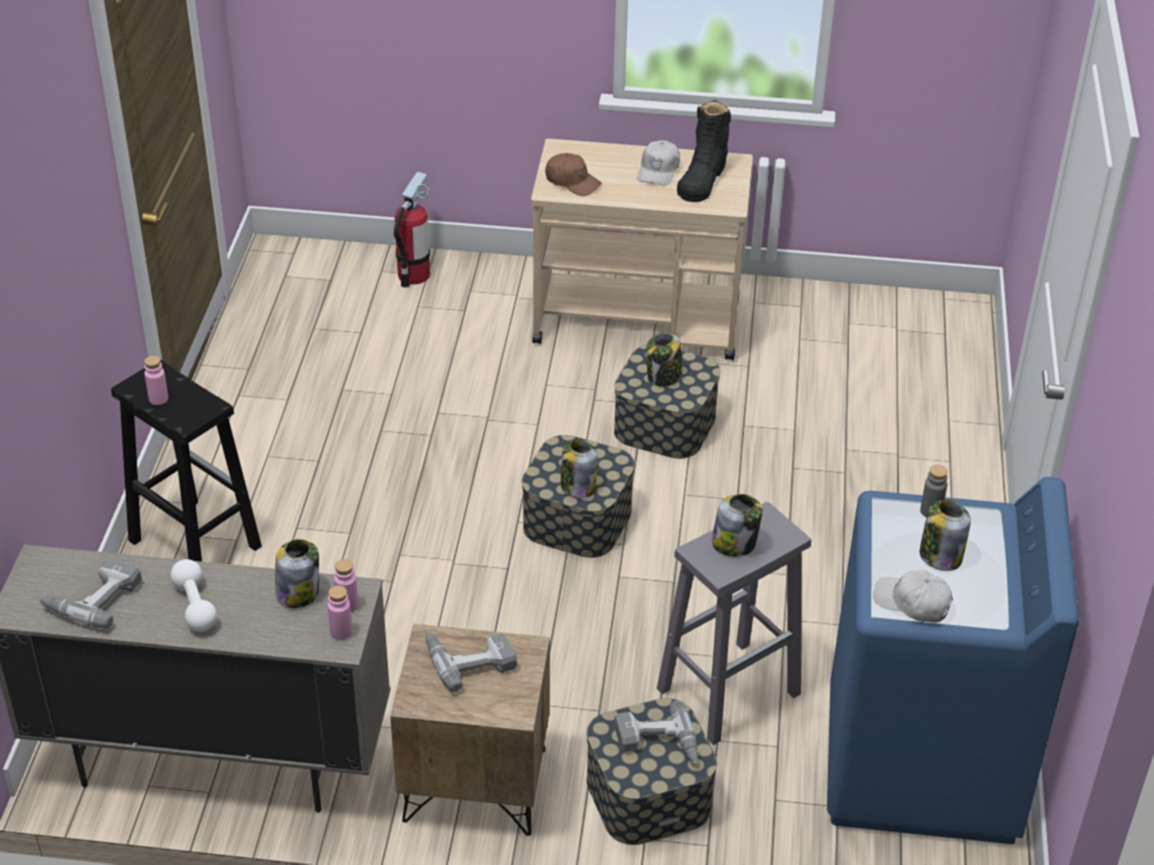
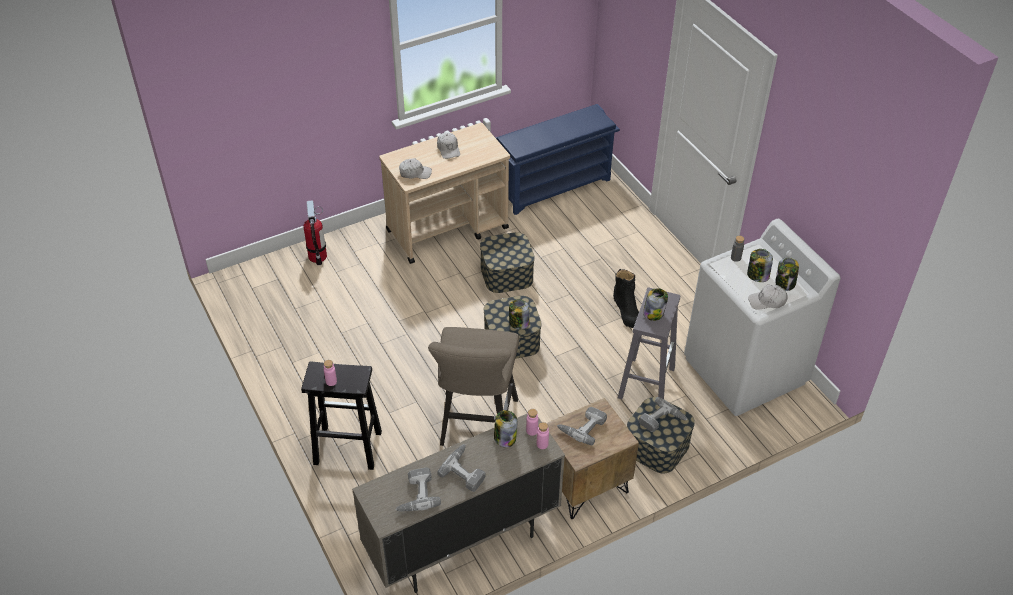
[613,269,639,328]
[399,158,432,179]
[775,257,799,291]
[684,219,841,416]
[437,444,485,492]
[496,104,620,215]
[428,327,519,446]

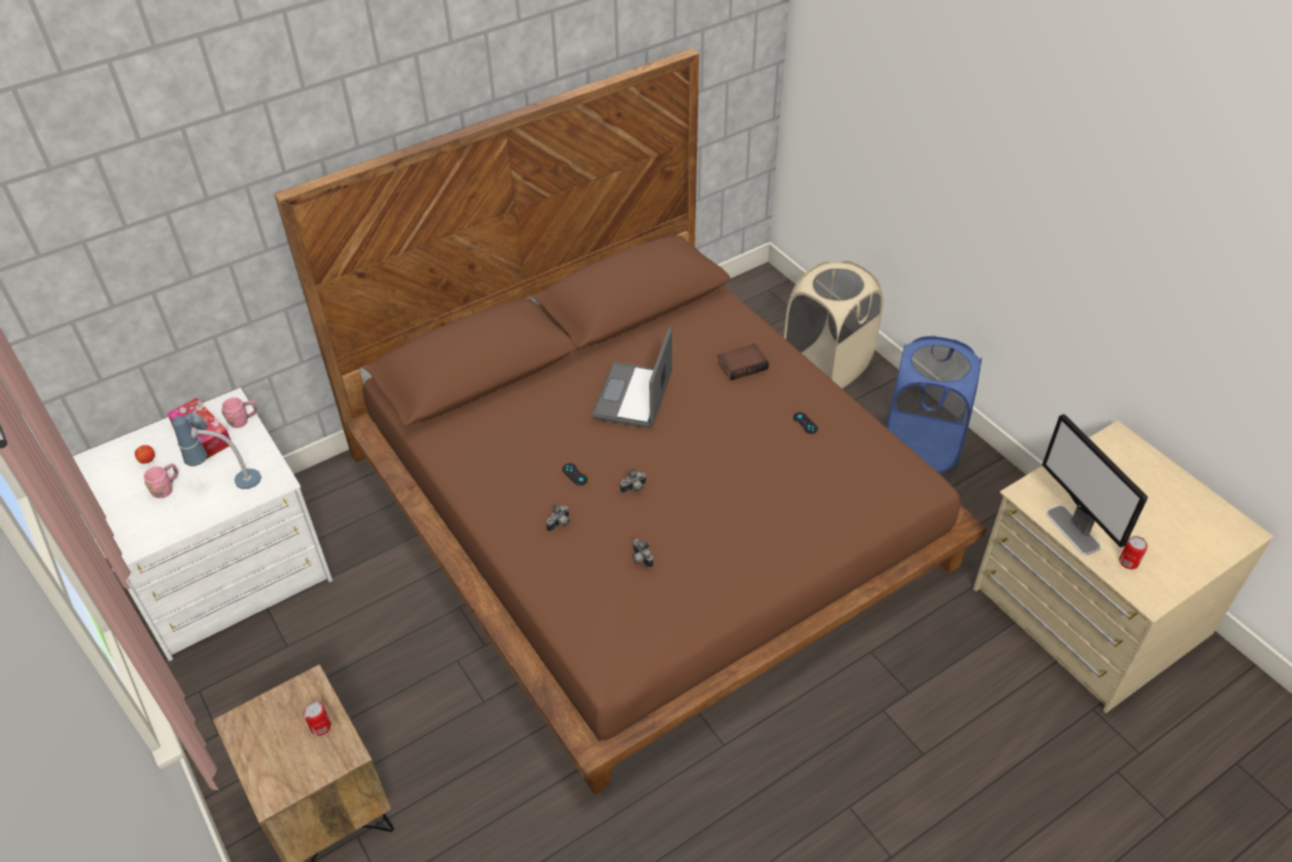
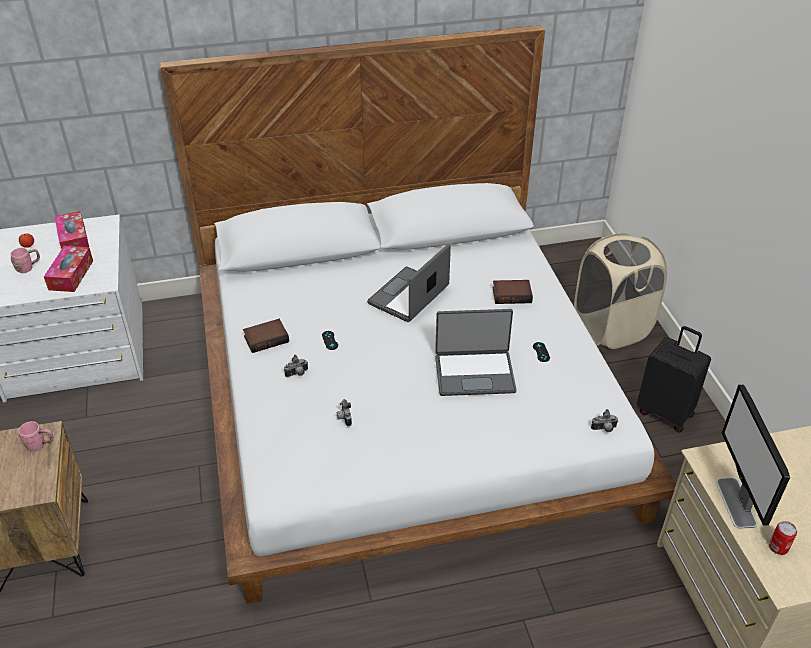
[160,25,676,604]
[637,326,711,433]
[19,421,54,451]
[44,246,93,292]
[591,409,618,432]
[303,701,331,736] (first image)
[435,309,517,396]
[243,319,289,353]

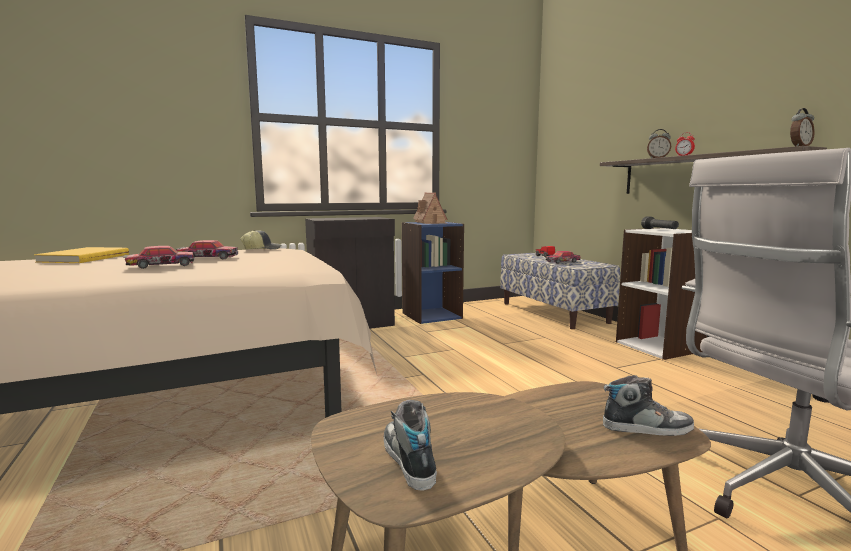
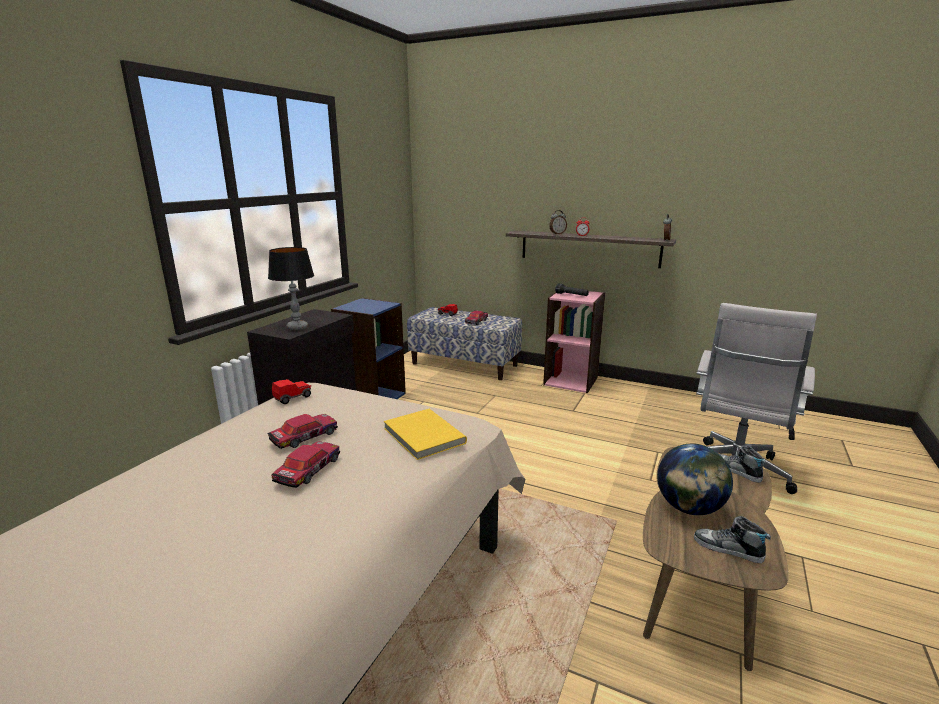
[413,192,448,224] (first image)
[543,291,605,393]
[272,379,311,404]
[384,409,467,460]
[720,445,766,483]
[268,247,314,330]
[657,443,733,515]

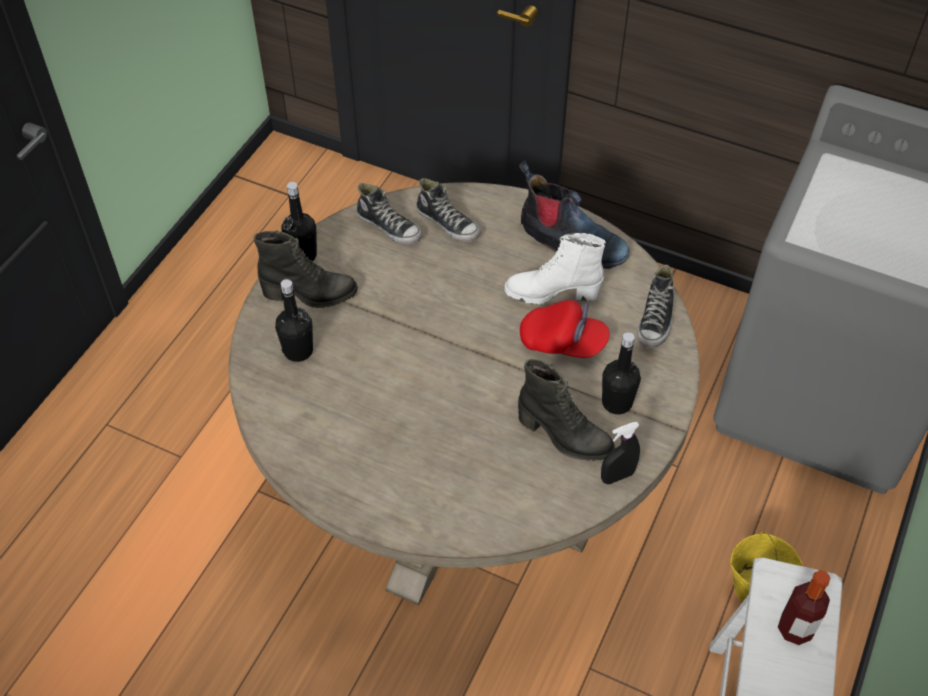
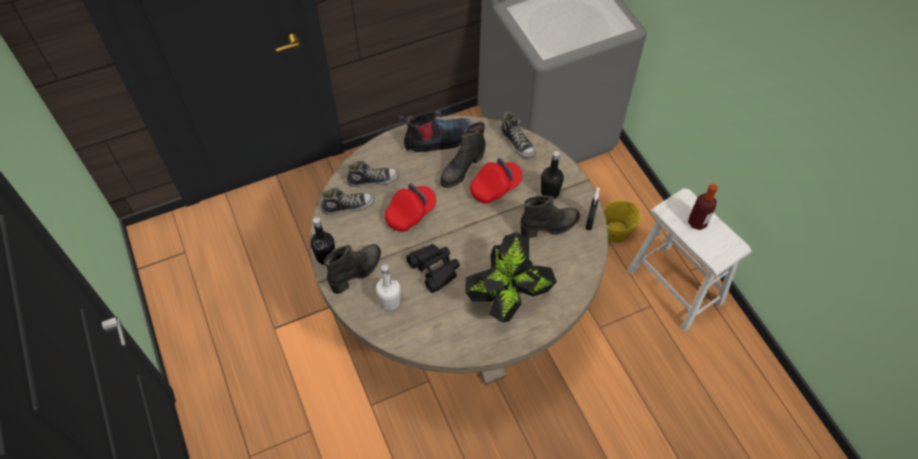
[440,121,486,188]
[376,264,401,311]
[385,183,436,232]
[465,232,557,323]
[406,244,460,293]

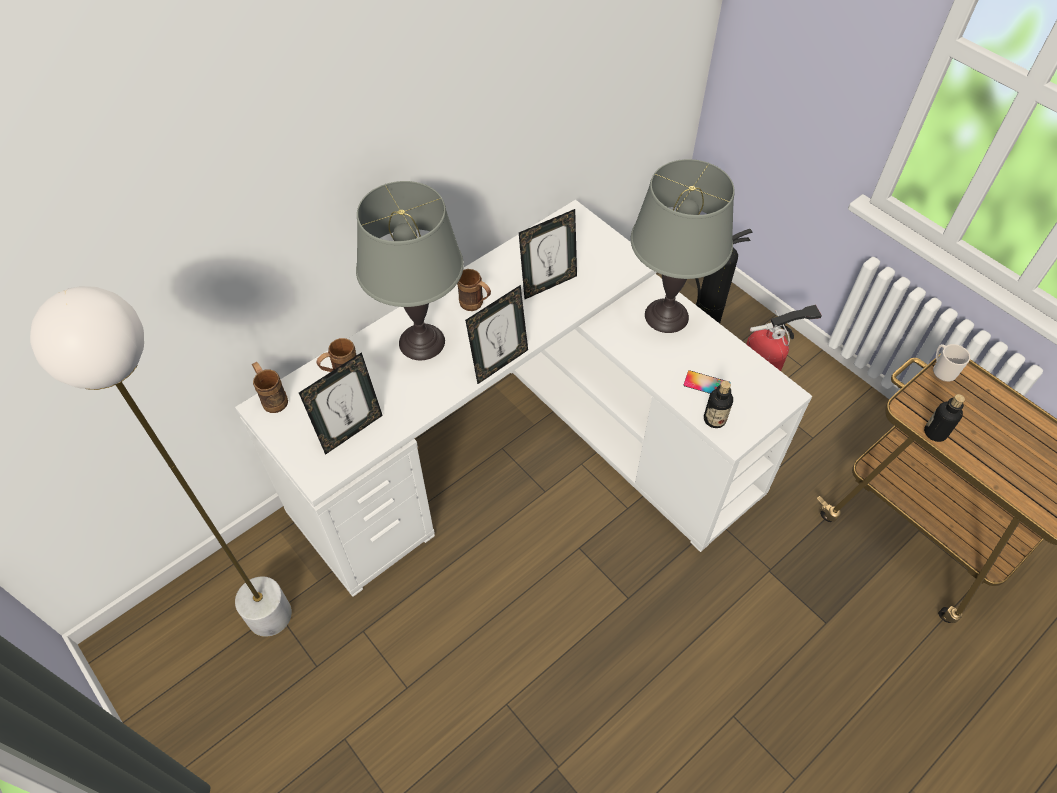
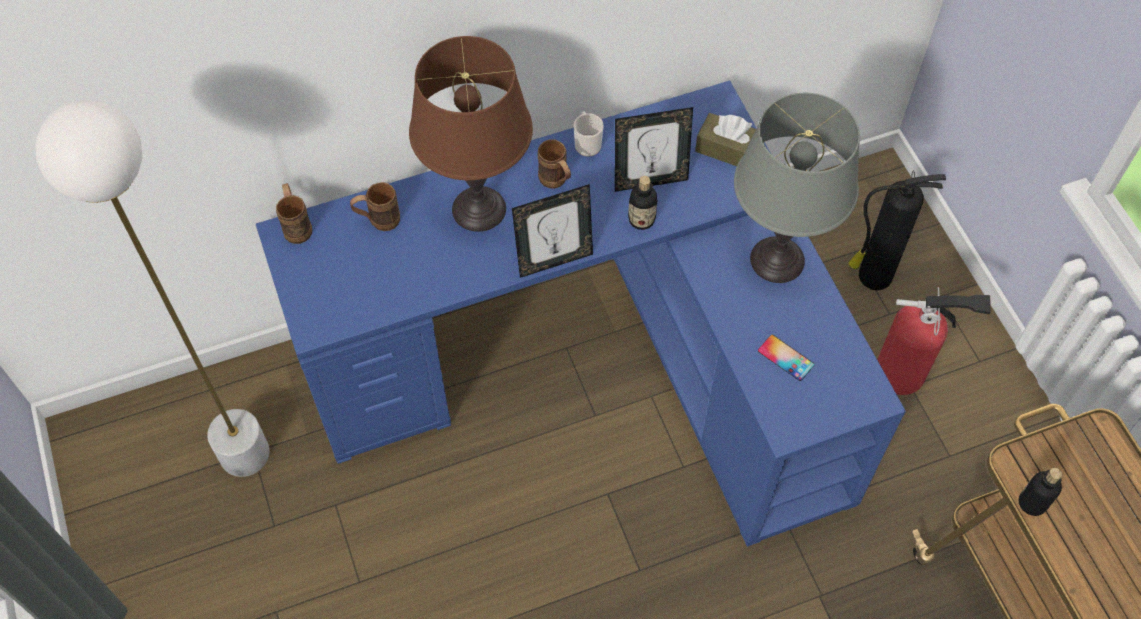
[409,36,533,232]
[256,81,906,547]
[574,111,604,157]
[299,352,383,455] (first image)
[628,176,658,230]
[695,113,764,166]

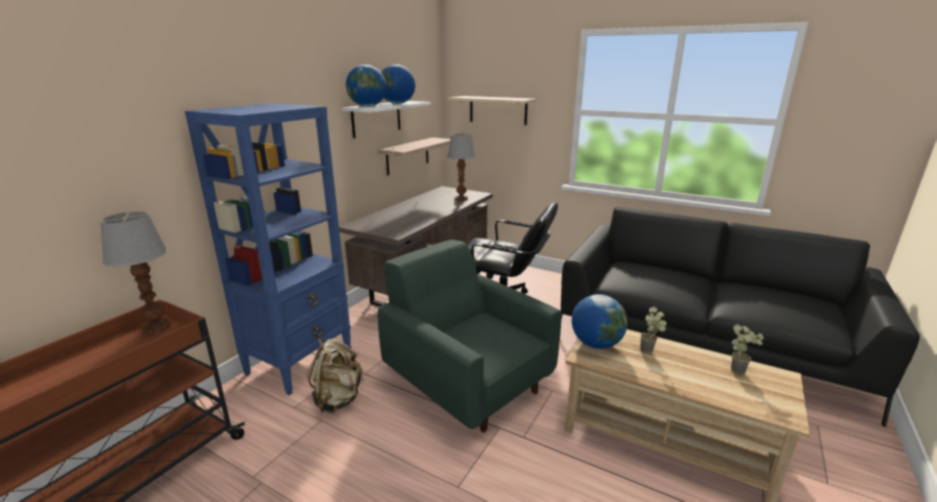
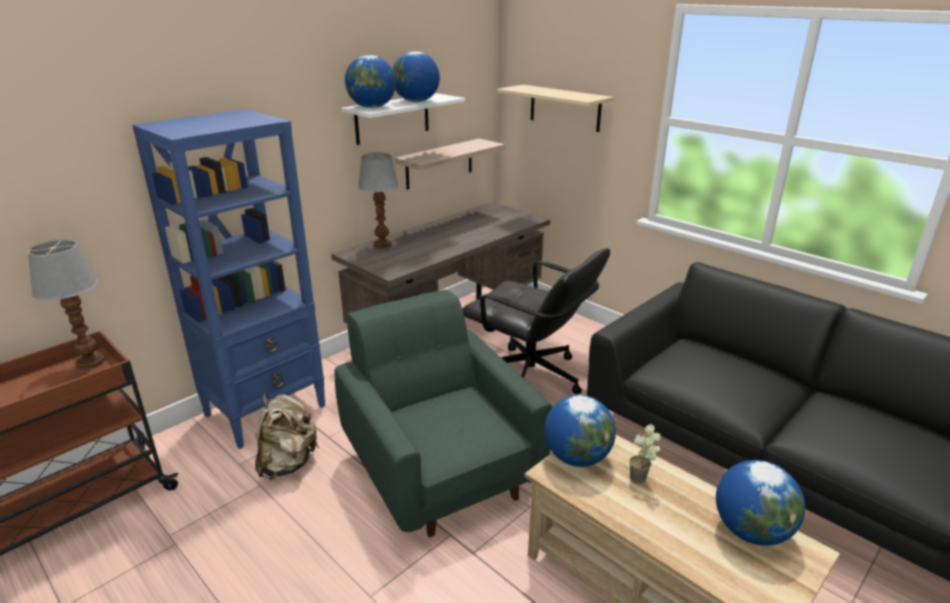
[358,153,399,248]
[716,460,805,546]

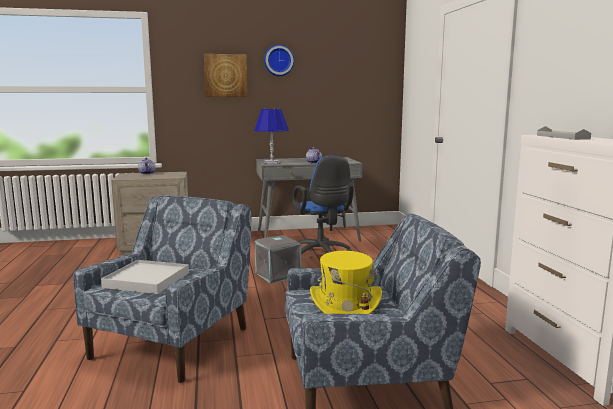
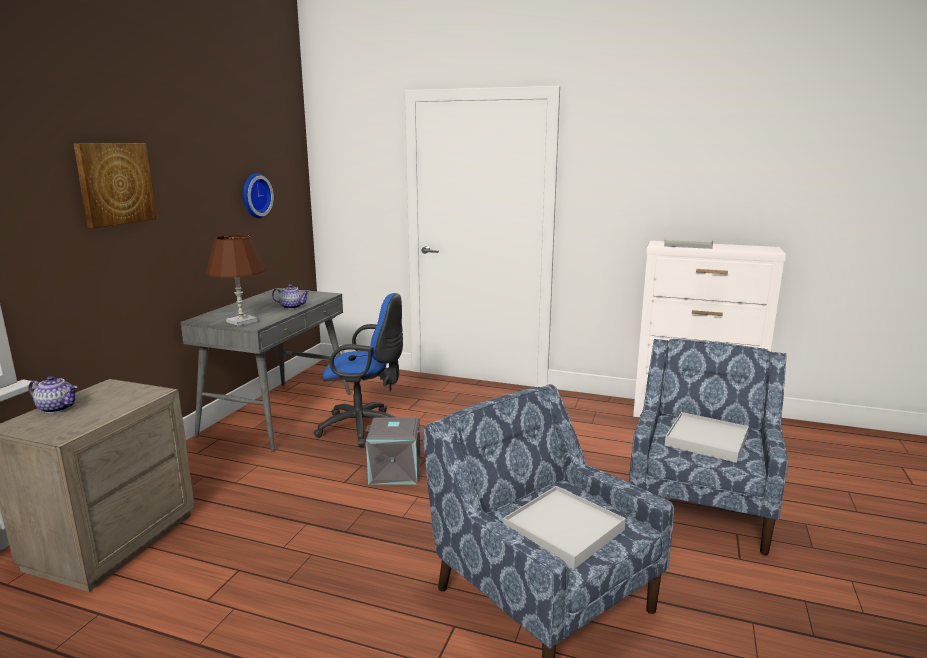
[243,173,274,218]
[206,235,266,326]
[665,412,749,463]

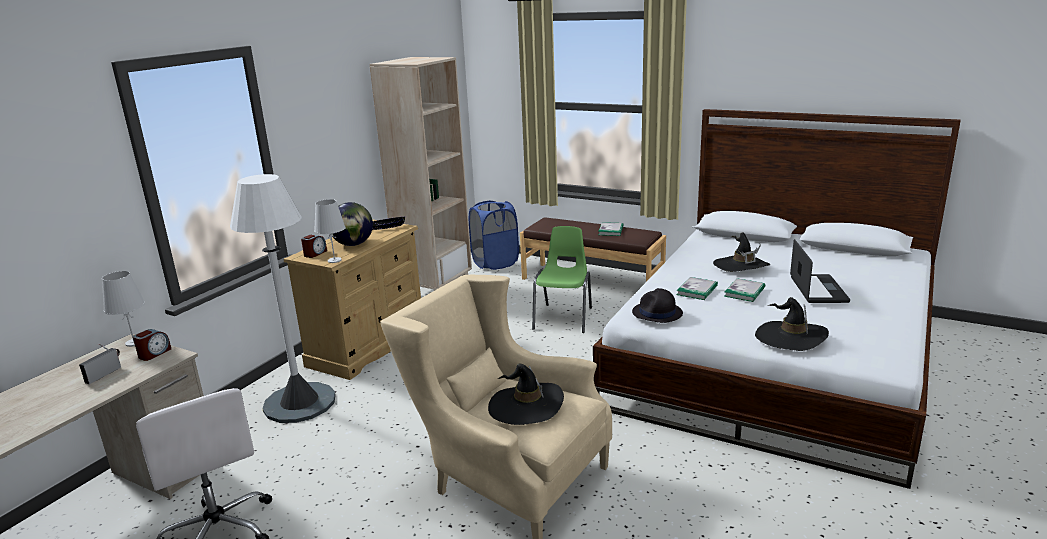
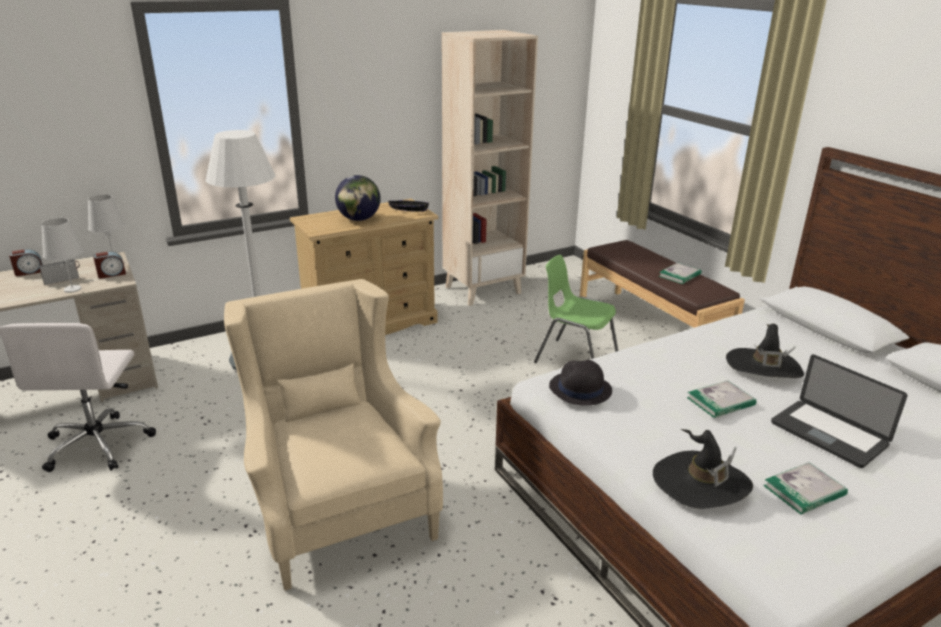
[41,218,83,293]
[469,200,519,270] (first image)
[534,255,618,363]
[9,249,43,276]
[771,354,907,468]
[763,462,848,515]
[488,364,564,425] (first image)

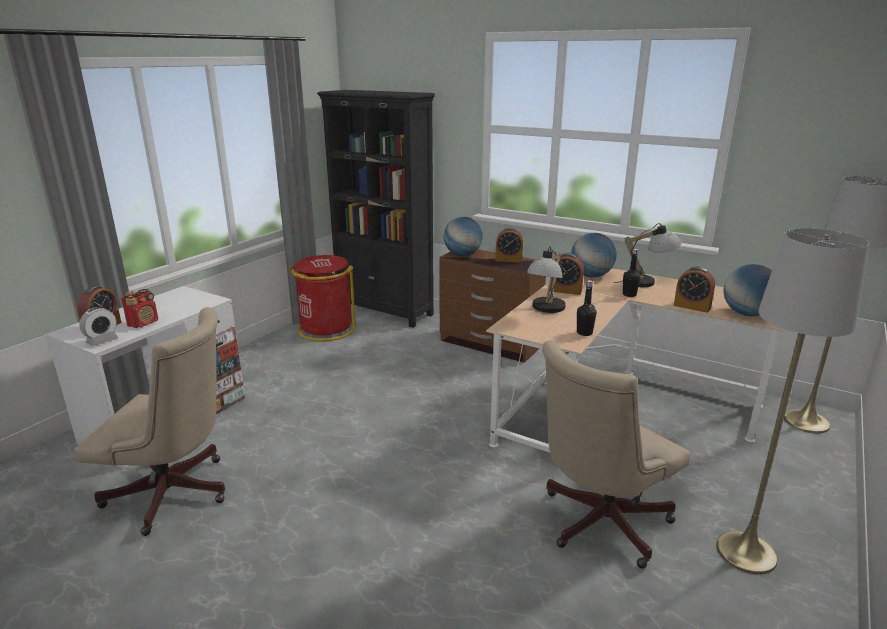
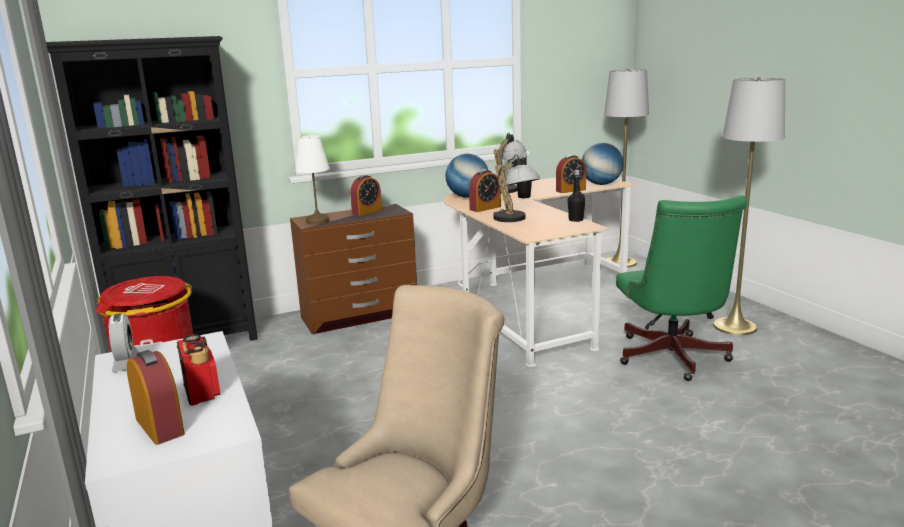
[295,135,330,225]
[109,313,139,372]
[616,195,747,381]

